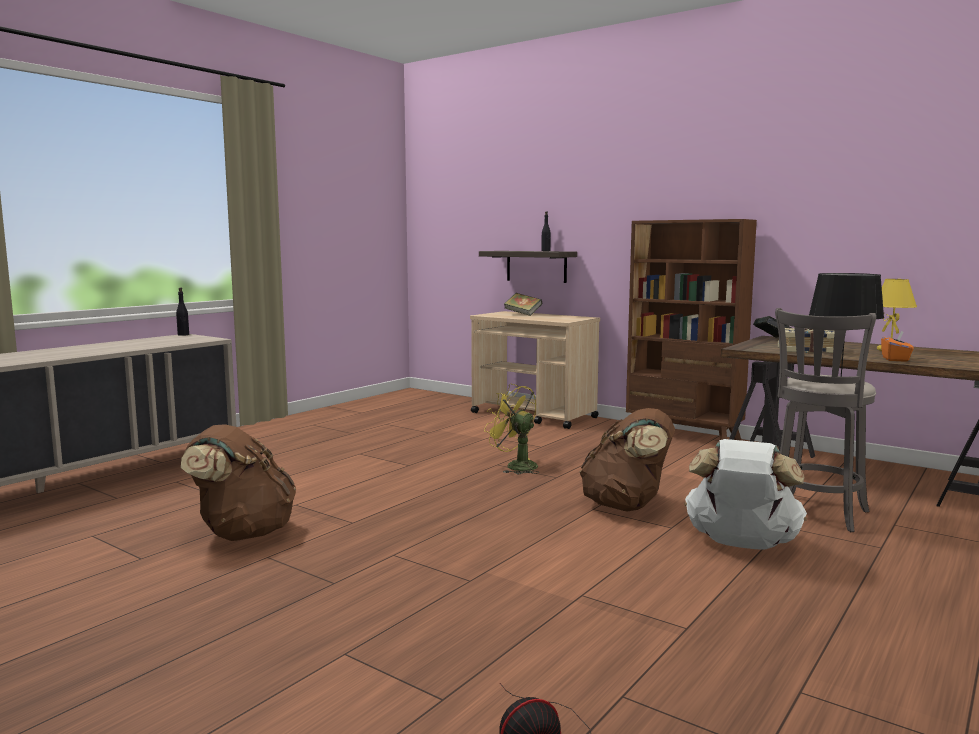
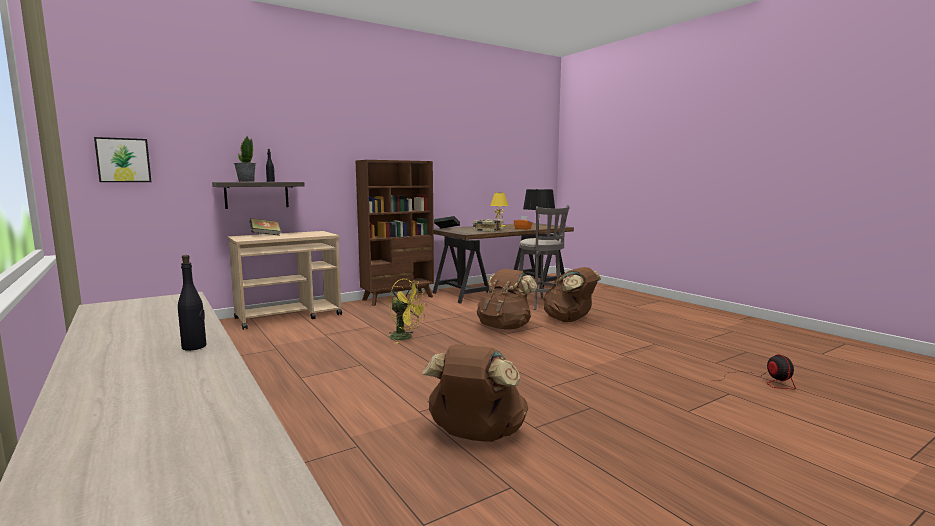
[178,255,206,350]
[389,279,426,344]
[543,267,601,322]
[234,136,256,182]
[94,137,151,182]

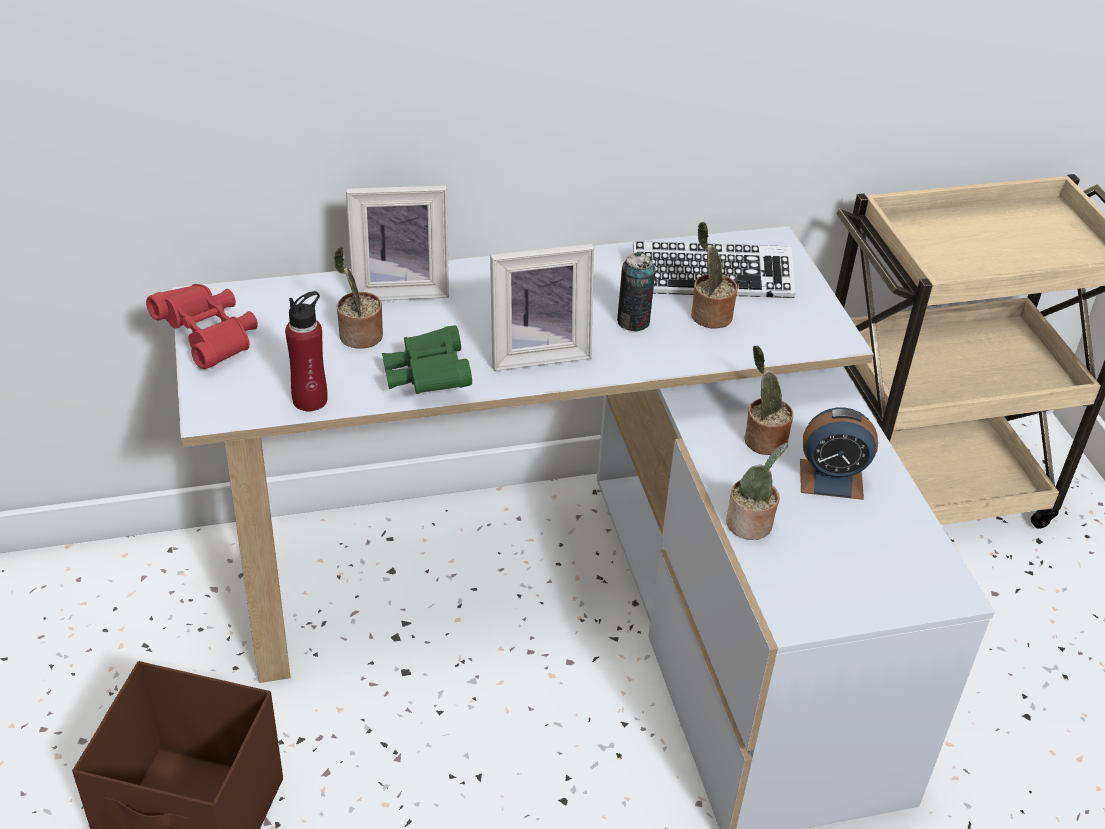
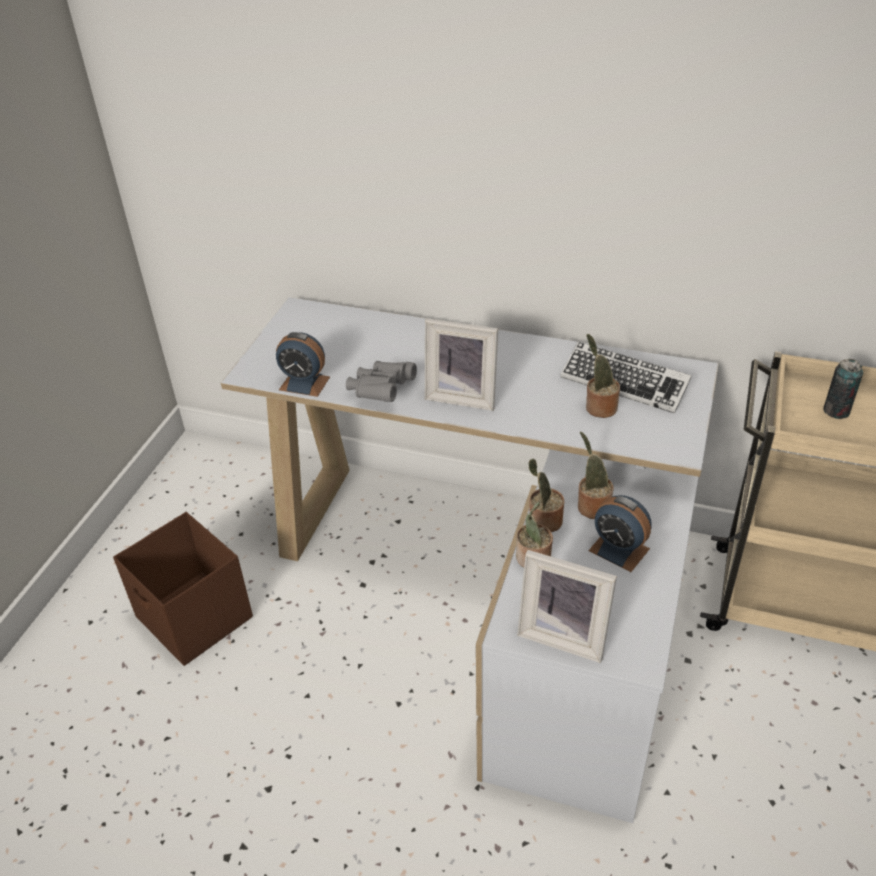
[517,550,617,663]
[528,458,564,532]
[823,359,863,419]
[146,284,258,369] (first image)
[276,332,330,397]
[346,361,417,402]

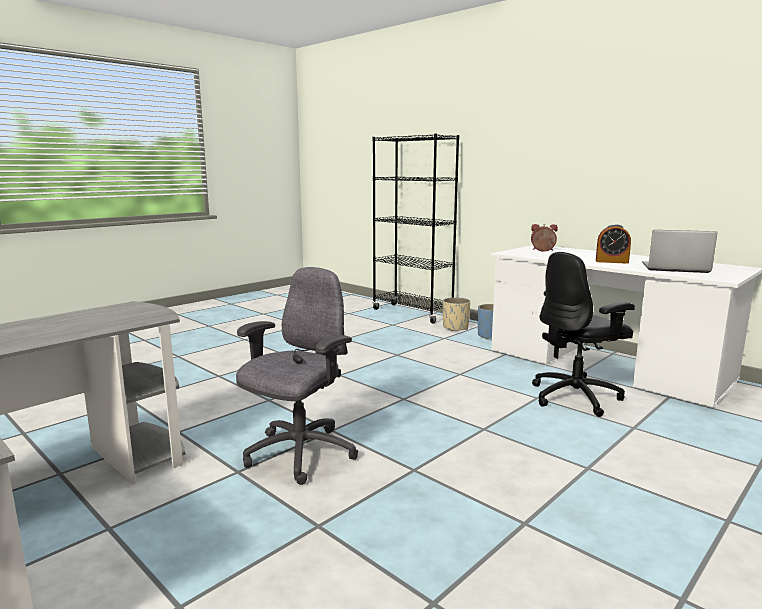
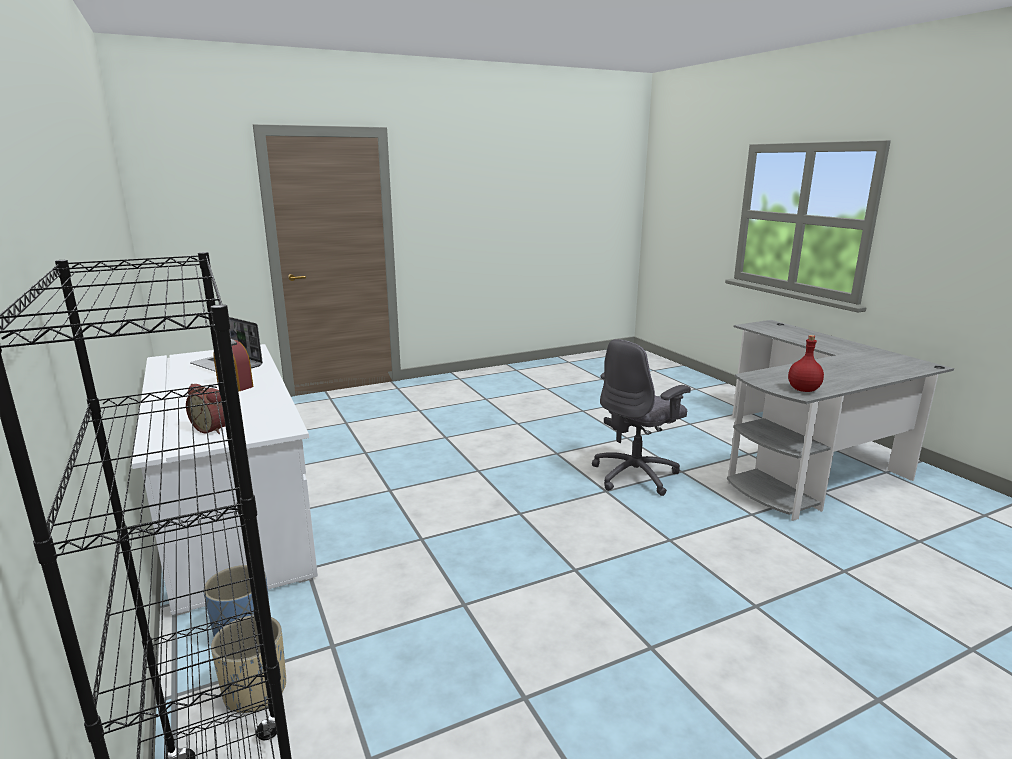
[532,252,635,417] (first image)
[788,335,824,392]

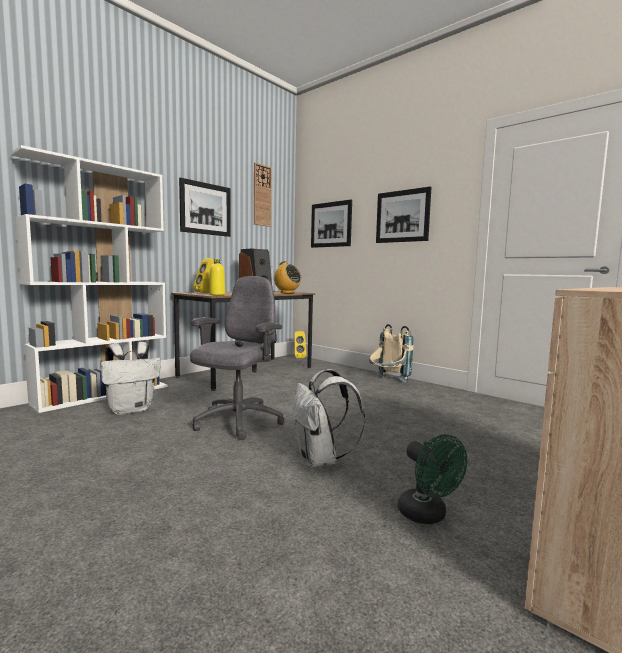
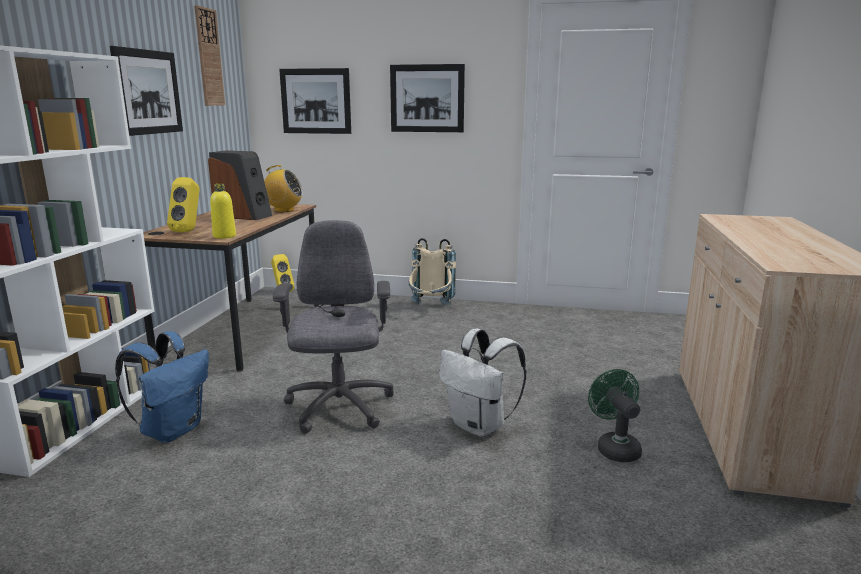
[115,331,209,442]
[588,369,642,462]

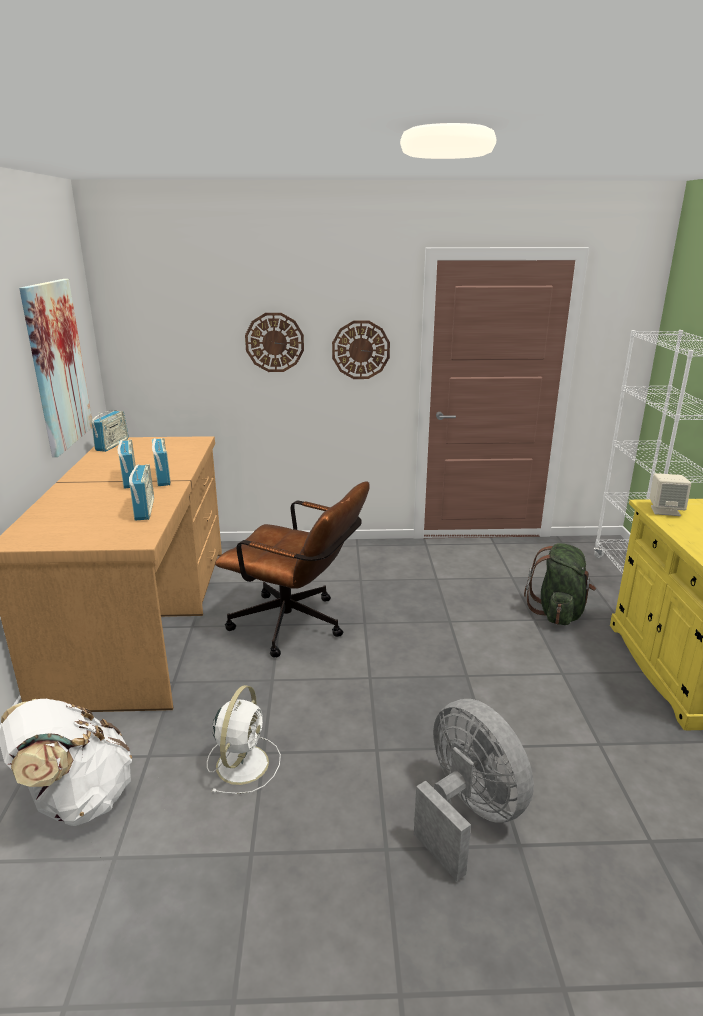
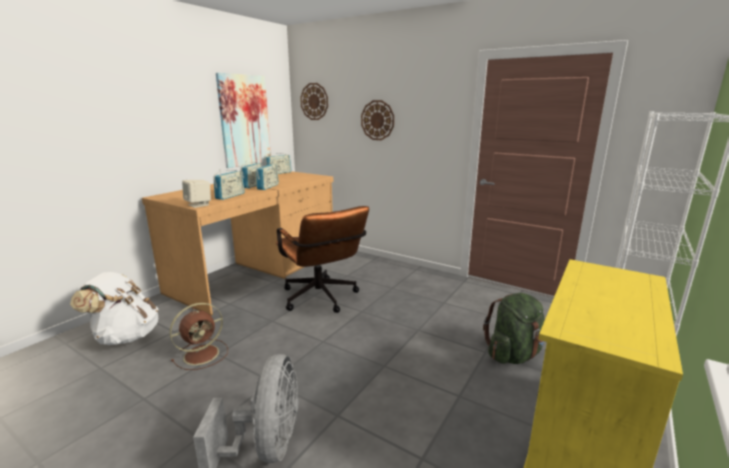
[300,83,328,120]
[182,180,211,208]
[170,303,228,370]

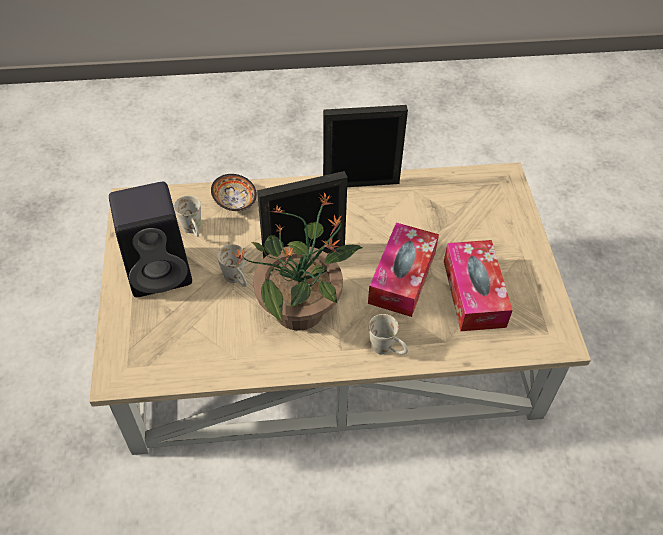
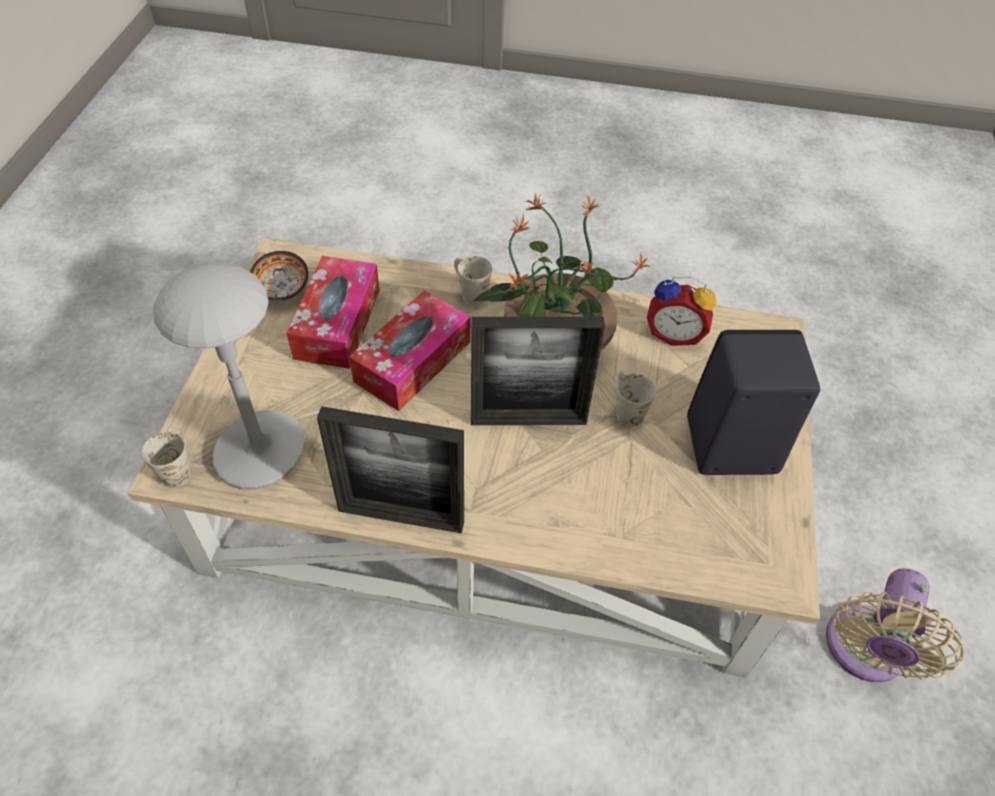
[250,251,309,301]
[142,426,191,488]
[153,262,305,490]
[647,277,716,346]
[826,568,964,682]

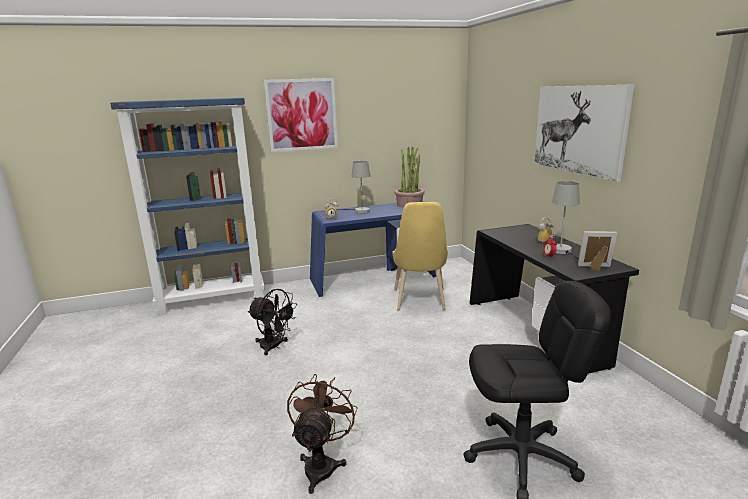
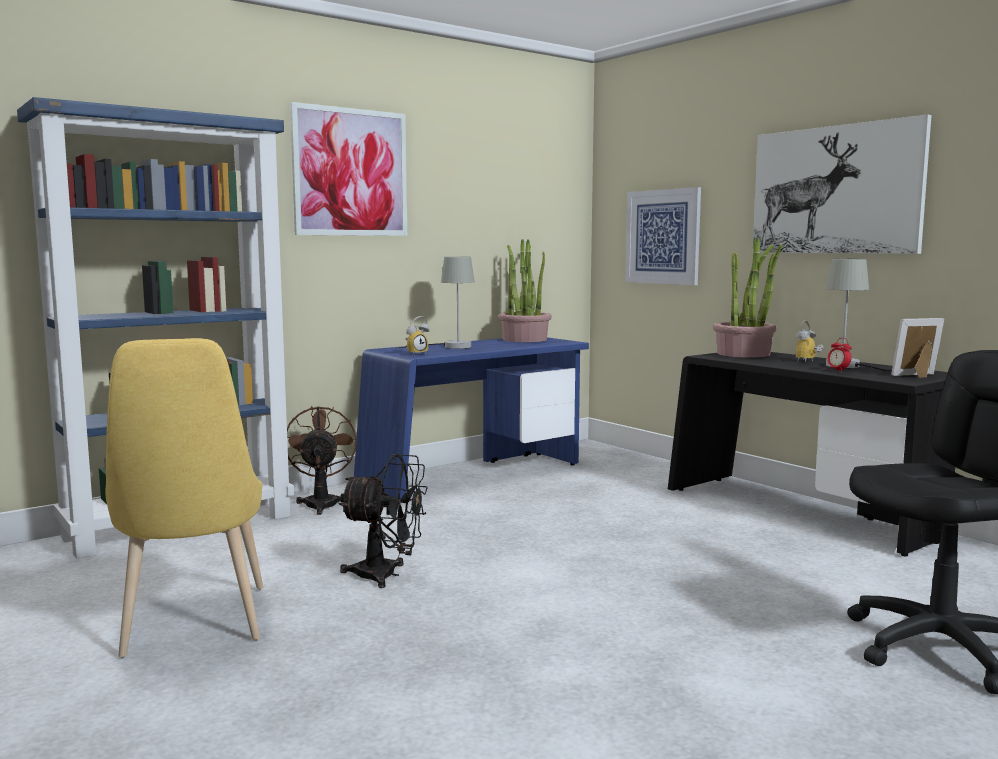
[106,338,263,658]
[287,406,357,515]
[625,187,701,285]
[713,238,782,358]

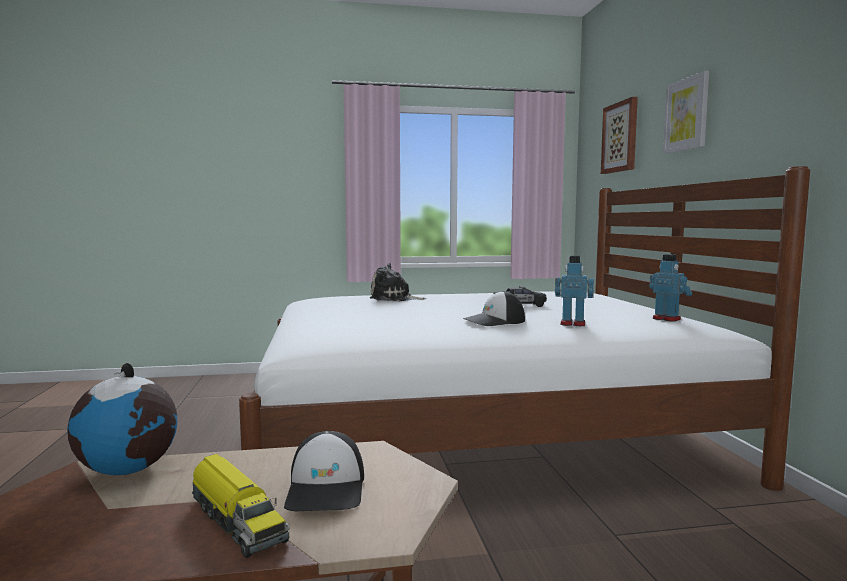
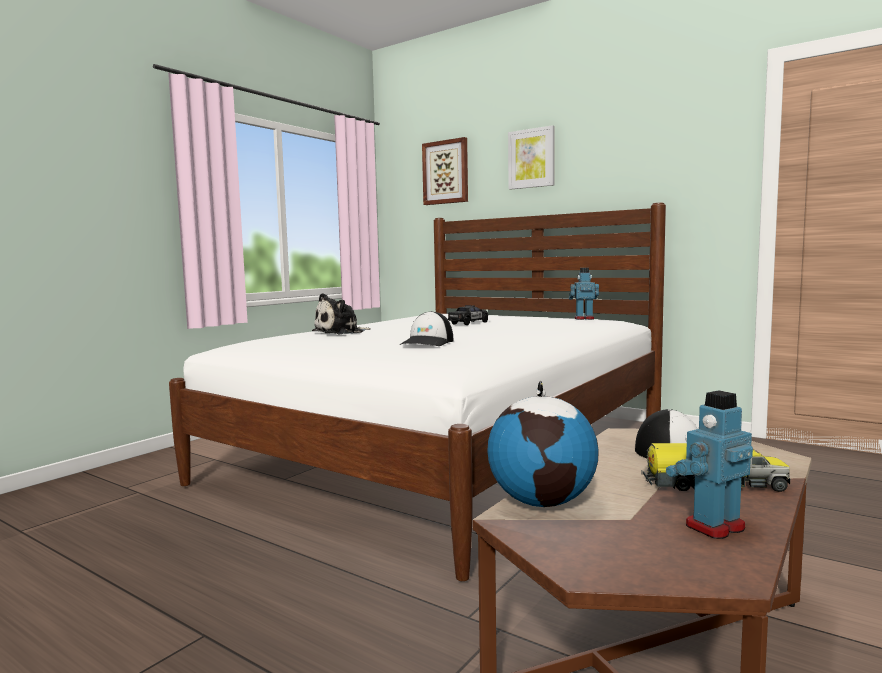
[666,390,753,539]
[400,311,454,346]

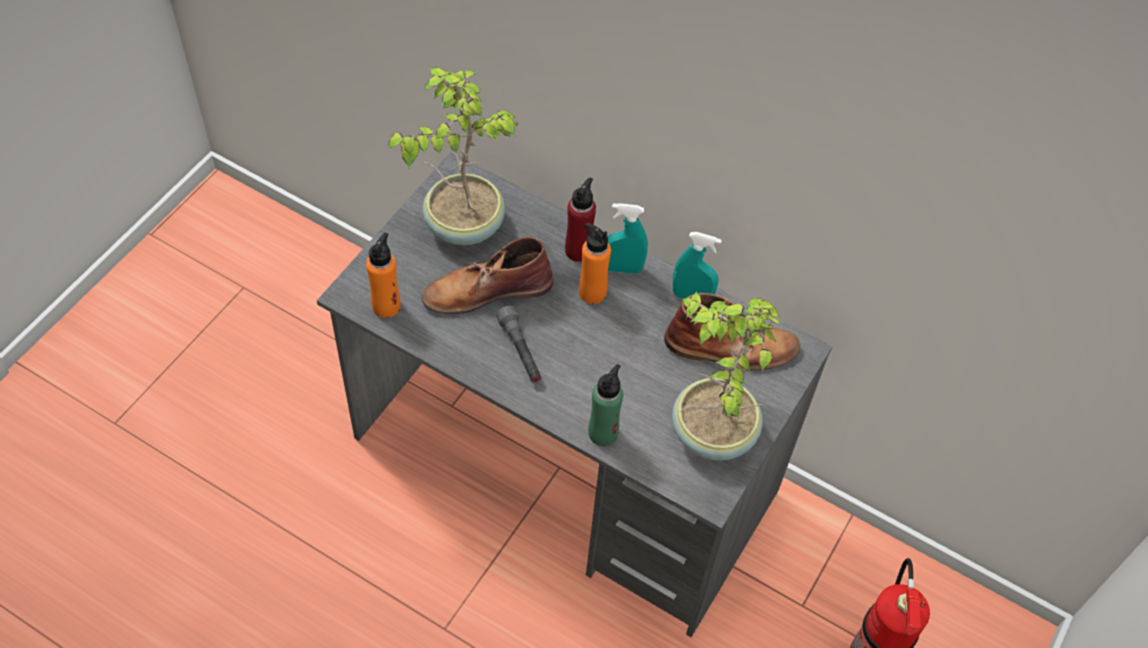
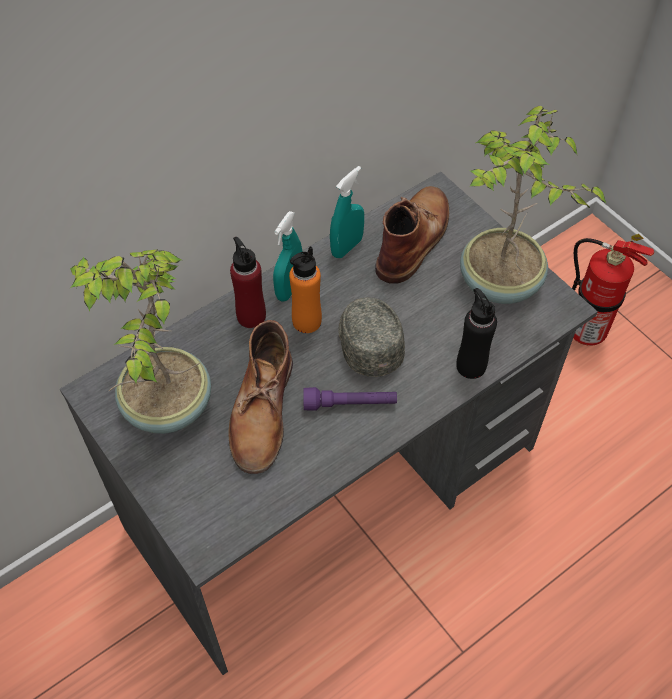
[366,233,401,318] (first image)
[303,387,397,411]
[456,288,497,379]
[338,298,405,377]

